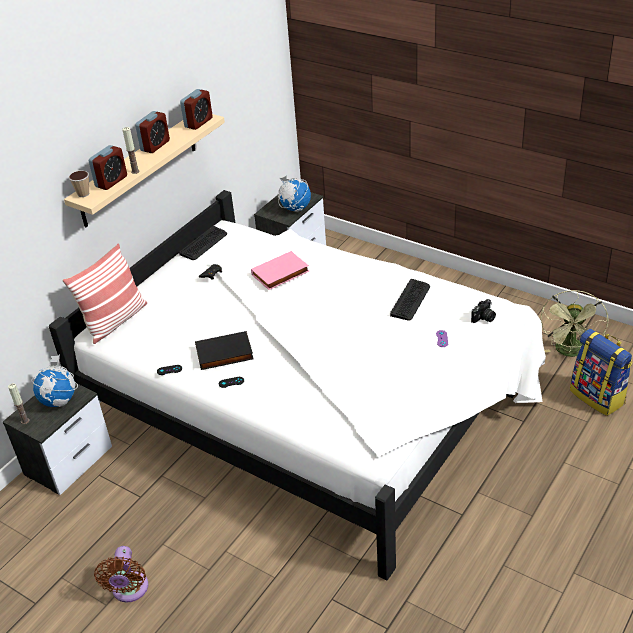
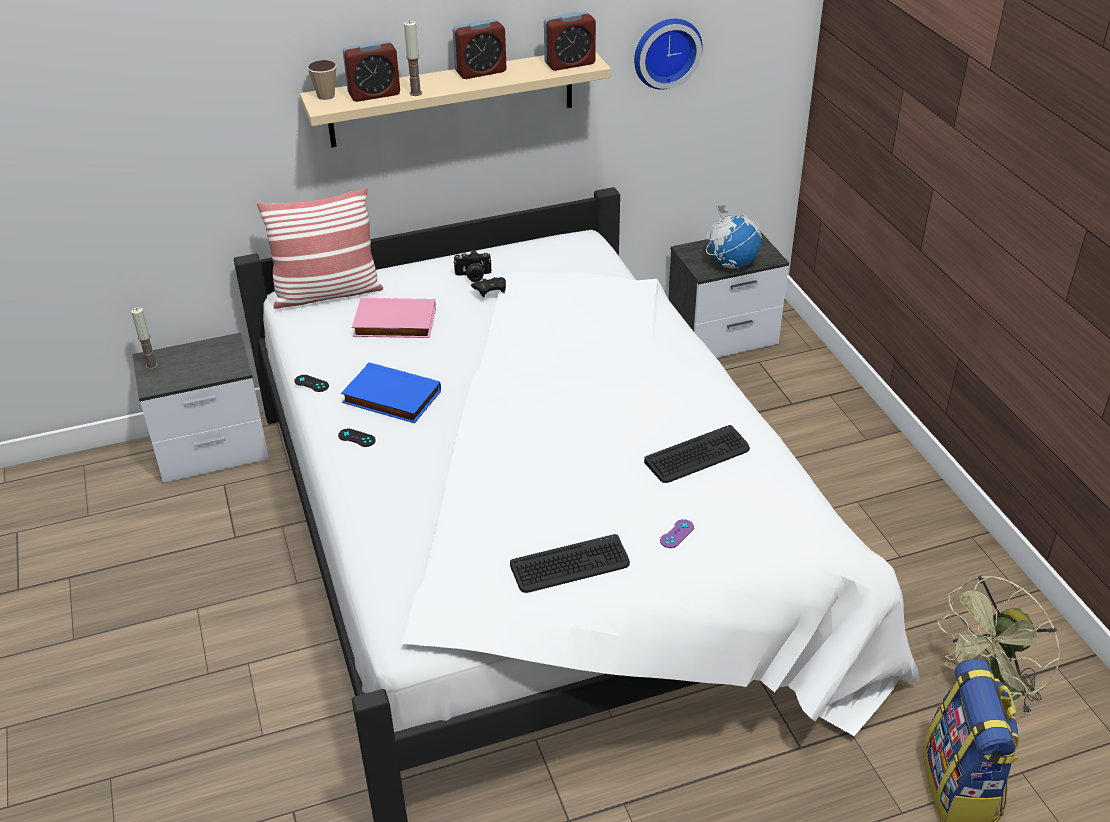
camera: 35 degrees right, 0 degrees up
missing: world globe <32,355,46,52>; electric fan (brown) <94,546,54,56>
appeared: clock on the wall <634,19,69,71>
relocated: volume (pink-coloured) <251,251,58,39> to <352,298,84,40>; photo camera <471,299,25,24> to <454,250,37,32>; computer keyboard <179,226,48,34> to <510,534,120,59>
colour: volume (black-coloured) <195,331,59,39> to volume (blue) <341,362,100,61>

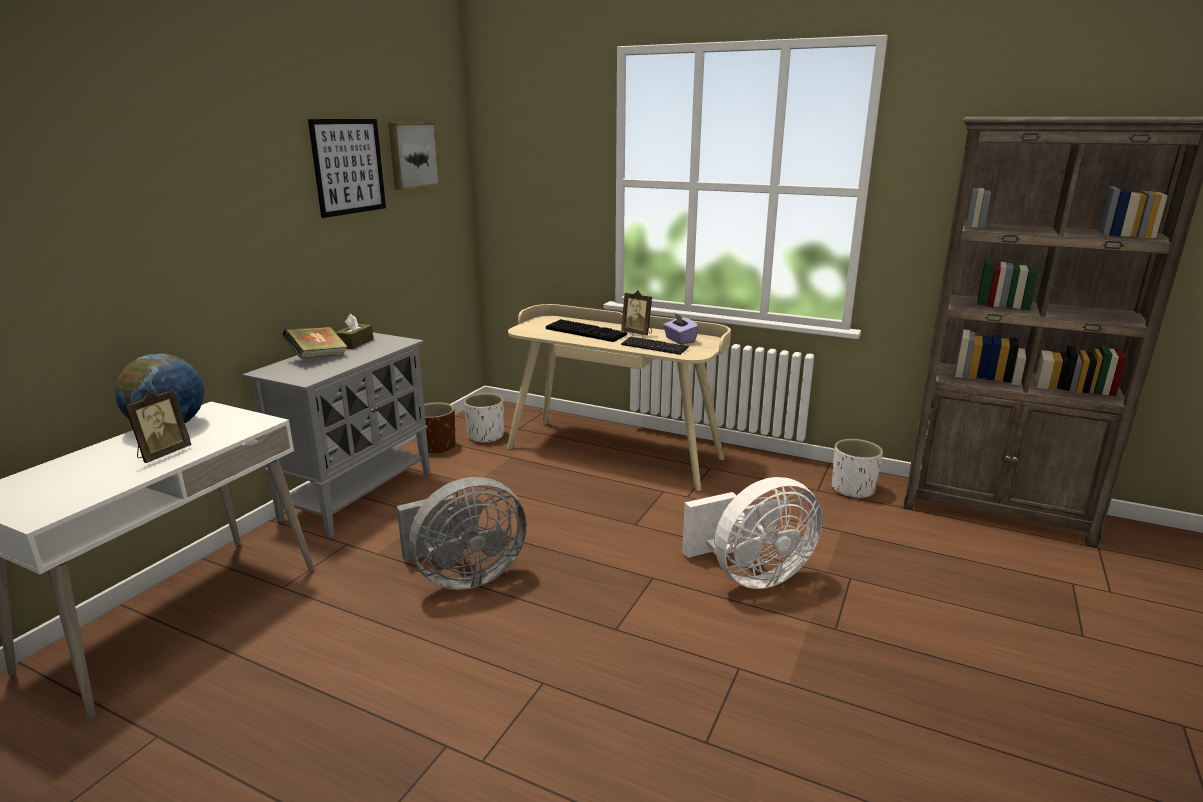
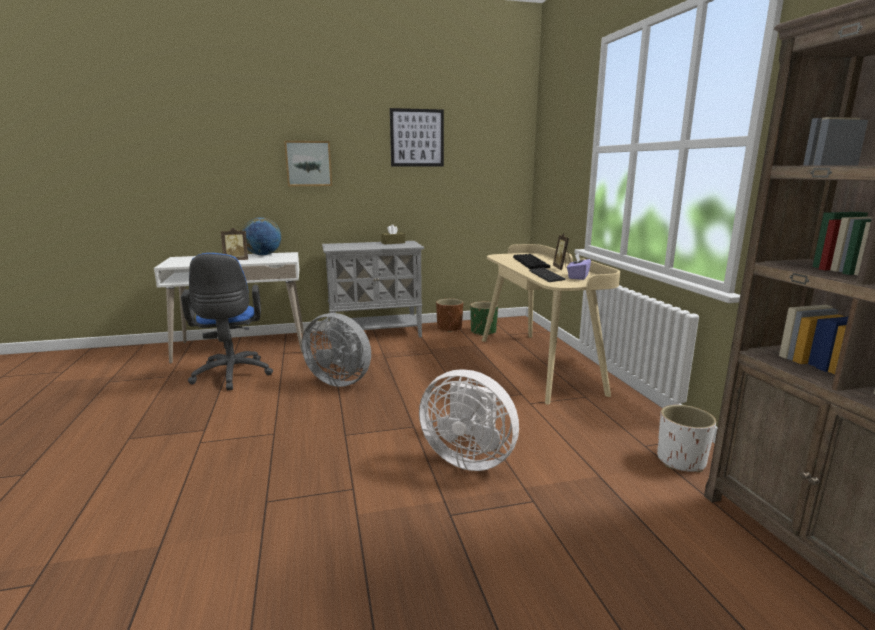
camera: 50 degrees right, 5 degrees down
missing: volume <283,327,65,31>
appeared: desk chair (blue) <181,253,92,137>
relocated: picture <388,122,52,68> to <284,141,48,45>
colour: plant pot (whitish) <464,393,40,50> to plant pot (green-coloured) <470,302,28,34>

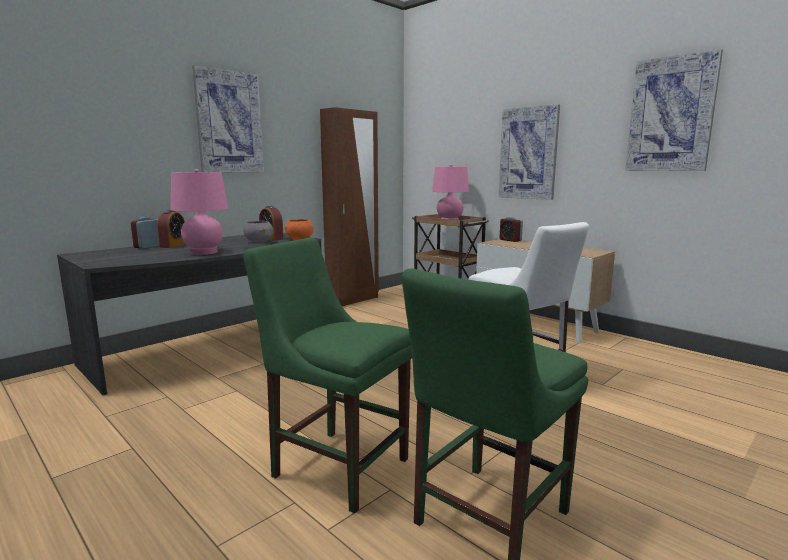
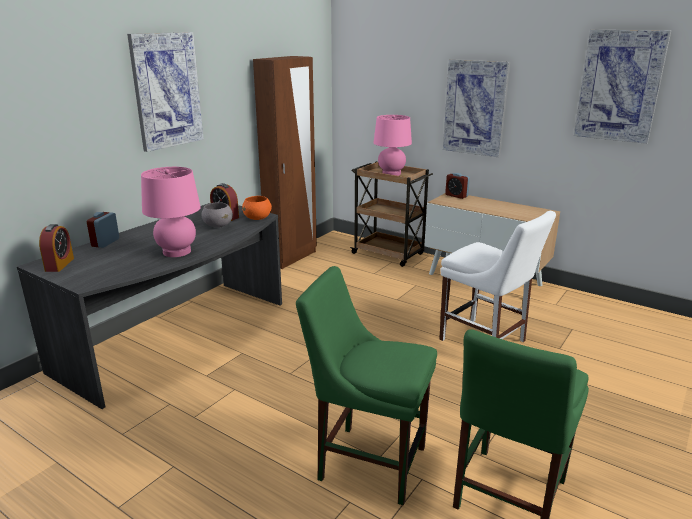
camera: 10 degrees left, 10 degrees up
relocated: bedside clock <157,210,28,38> to <39,224,35,48>

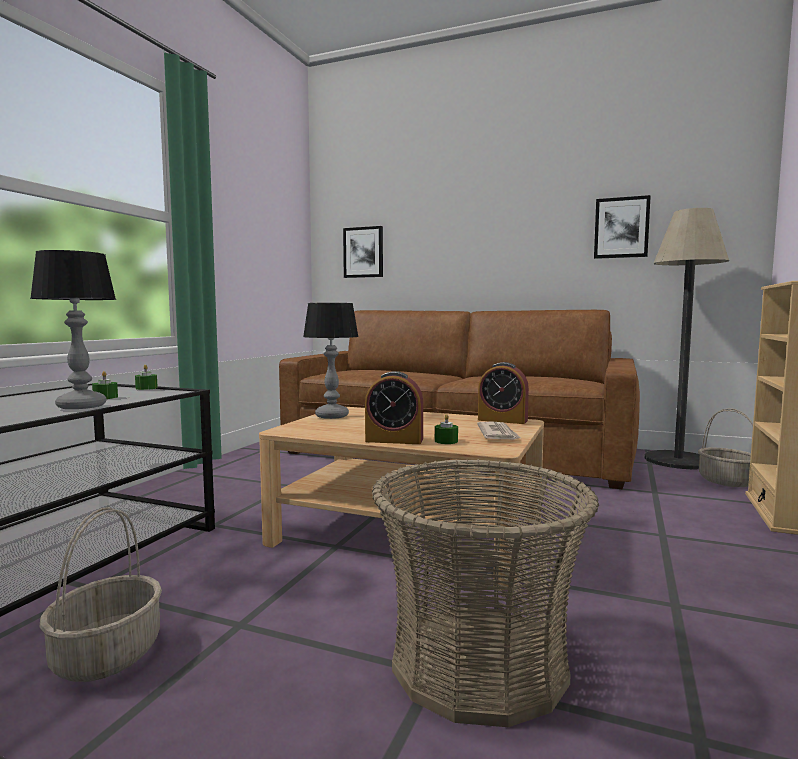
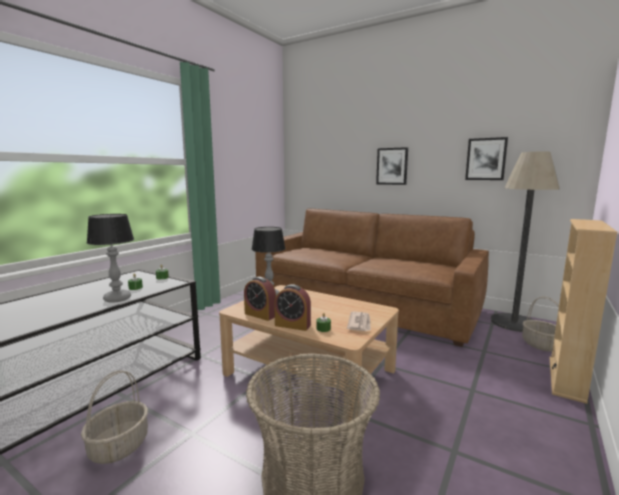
camera: 10 degrees right, 5 degrees up
relocated: bedside clock <478,362,51,62> to <244,277,32,44>; picture <343,226,40,52> to <376,147,32,38>

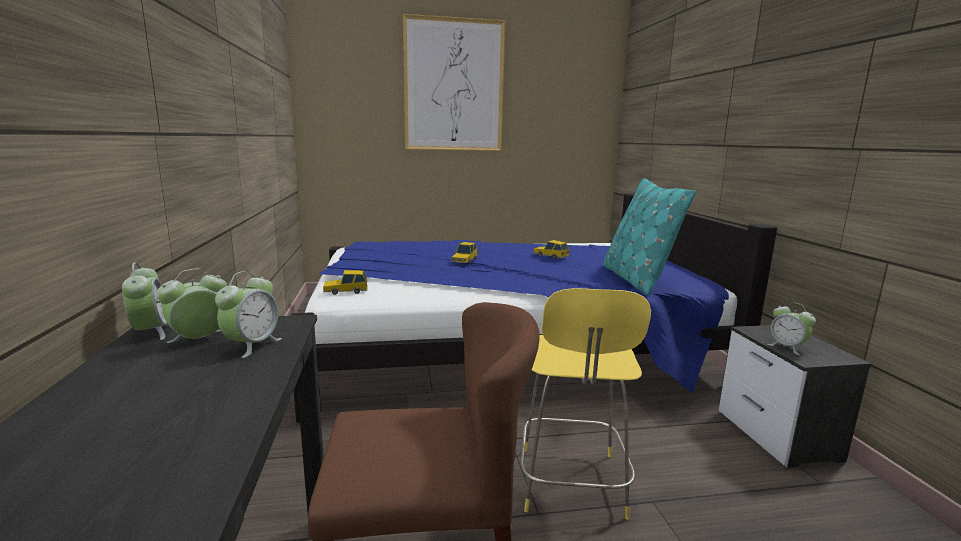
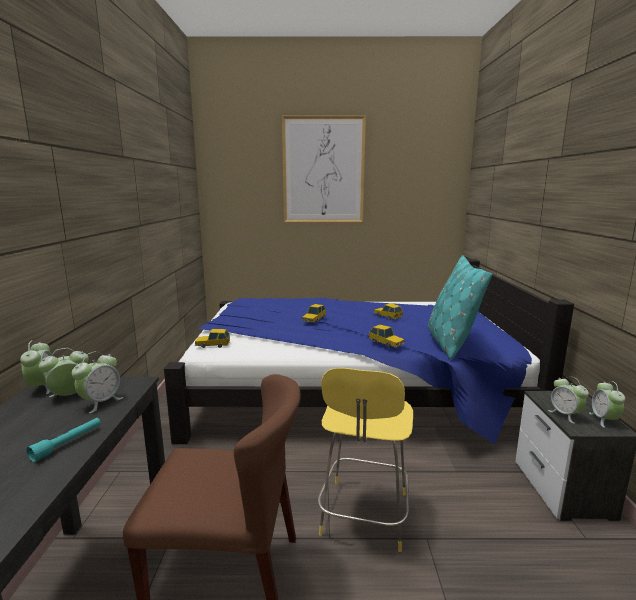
camera: 10 degrees right, 0 degrees up
appeared: flashlight (turquoise-coloured) <26,418,75,44>; miniature car <369,325,36,22>; bedside clock <589,381,36,47>

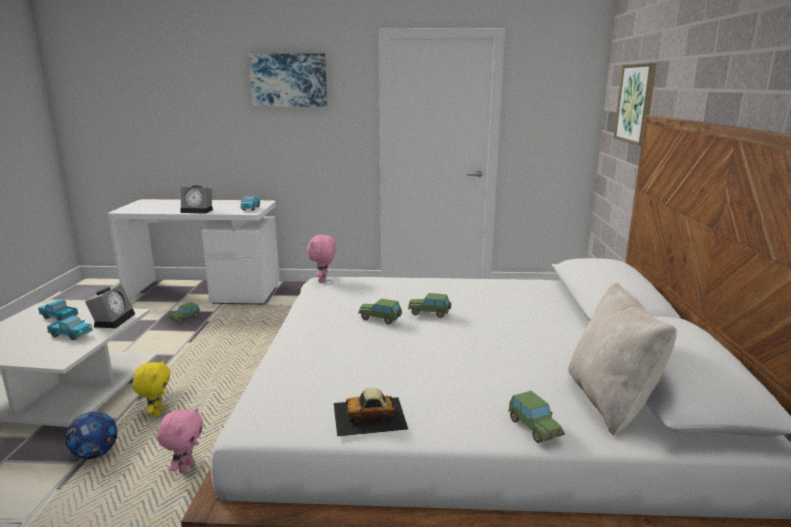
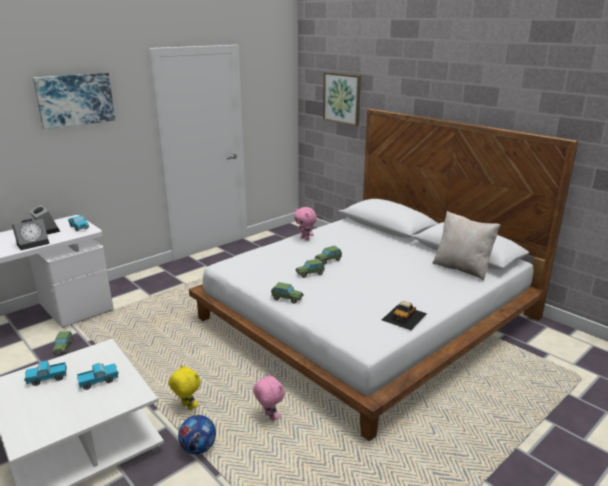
camera: 45 degrees left, 5 degrees up
relocated: bedside clock <85,284,50,44> to <30,205,30,30>; miniature car <508,391,57,52> to <271,282,33,22>; soft toy (pink-coloured) <307,234,30,49> to <294,207,23,33>

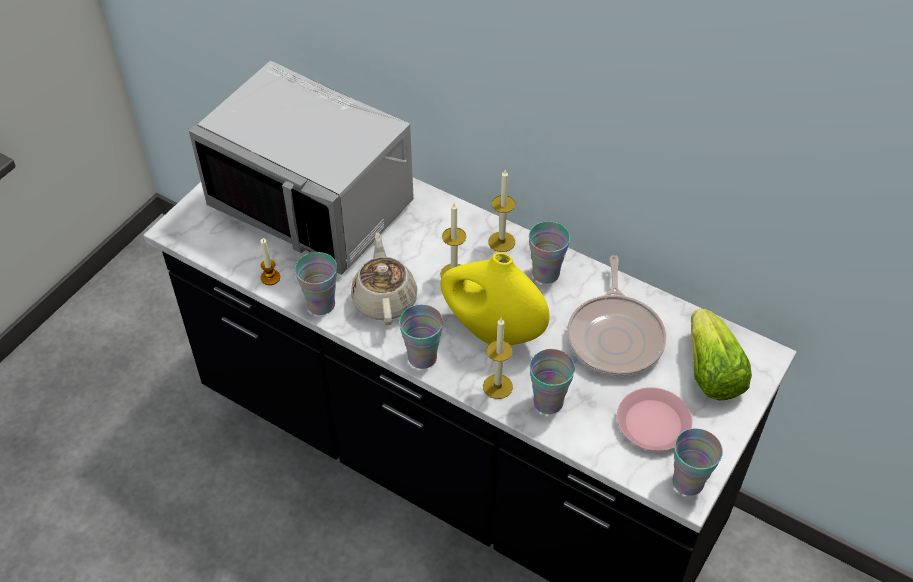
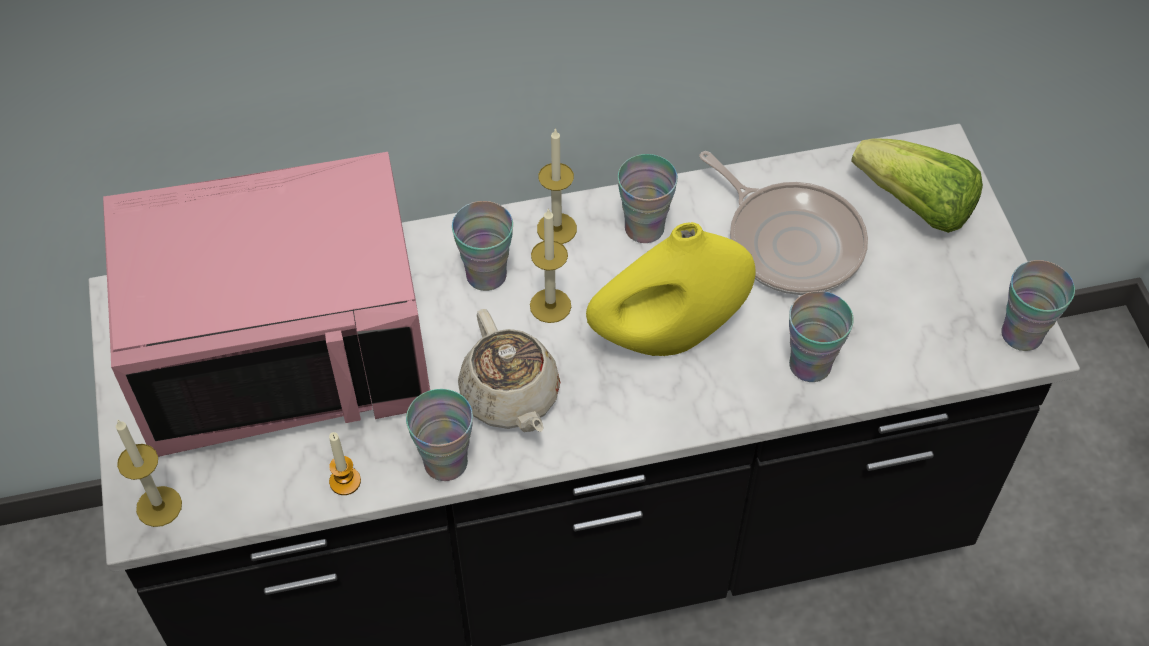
camera: 45 degrees left, 5 degrees up
missing: flat dish (pink-coloured) <617,387,75,64>
relocated: candle <483,317,30,82> to <116,420,66,107>; drinking cup <399,304,44,65> to <452,201,61,90>
colour: kitchen microwave (greyish) <189,60,225,215> to kitchen microwave (pink-coloured) <103,152,327,305>
spun: tea pot (sand-coloured) <351,232,66,93> = <458,309,102,123> 150 degrees counterclockwise

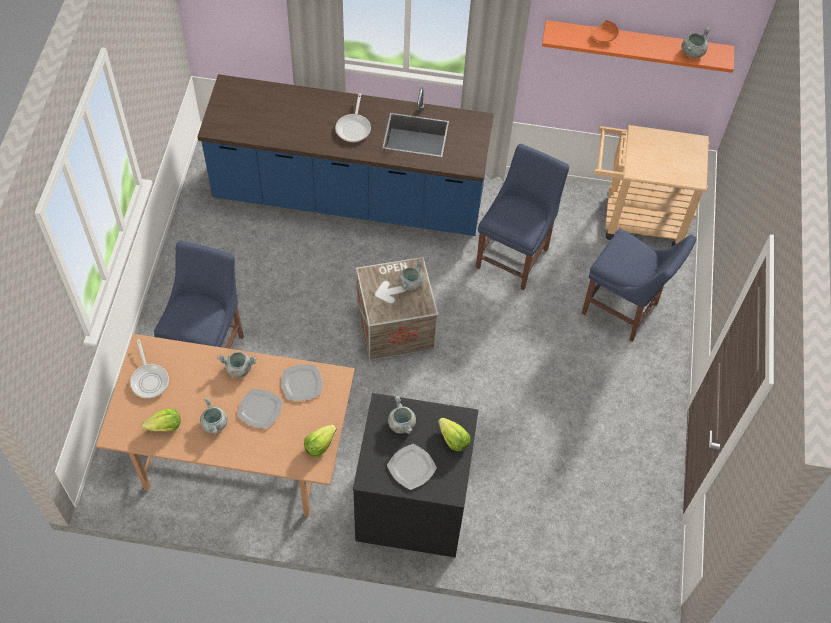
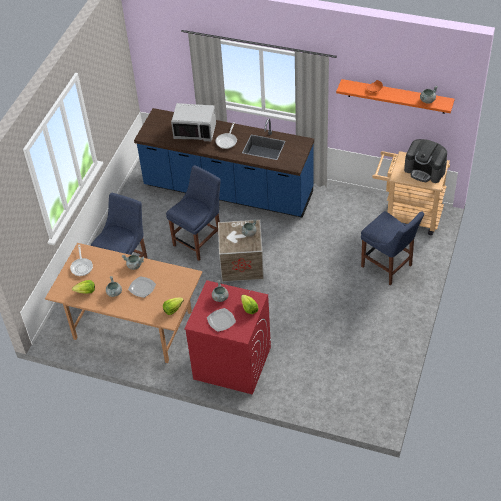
camera: 15 degrees right, 10 degrees down
missing: flat dish <281,364,41,37>
appeared: kitchen microwave (greyish) <171,103,45,38>; coffee maker <404,139,43,44>
relocated: chair (blue) <476,144,93,146> to <166,165,55,96>
colour: washing machine (black-coloured) <353,393,126,165> to washing machine (red) <184,280,87,115>

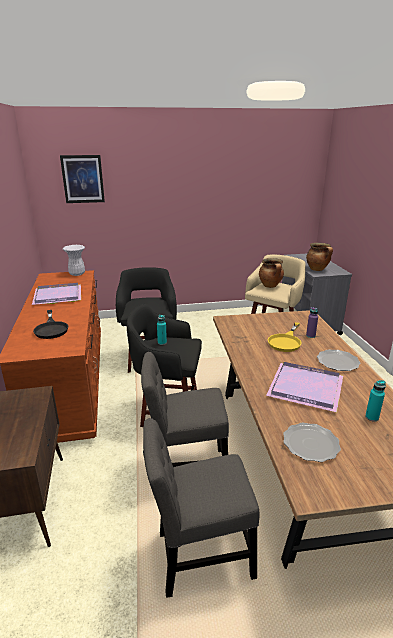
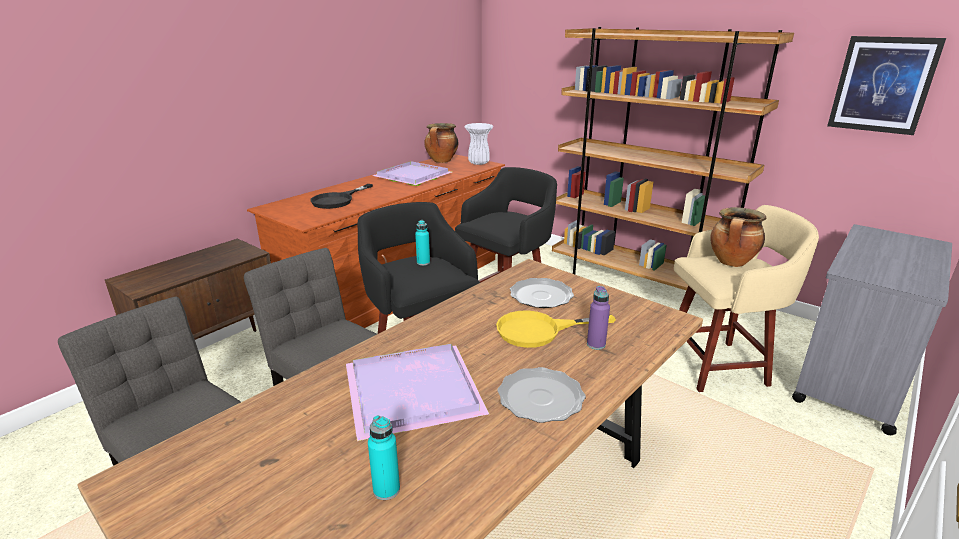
camera: 50 degrees right, 0 degrees up
appeared: bookcase (brown) <552,27,242,263>
relocated: stockpot <306,243,27,28> to <424,123,34,40>; flat dish <283,423,58,39> to <510,278,64,30>; picture <60,155,45,48> to <827,36,119,99>

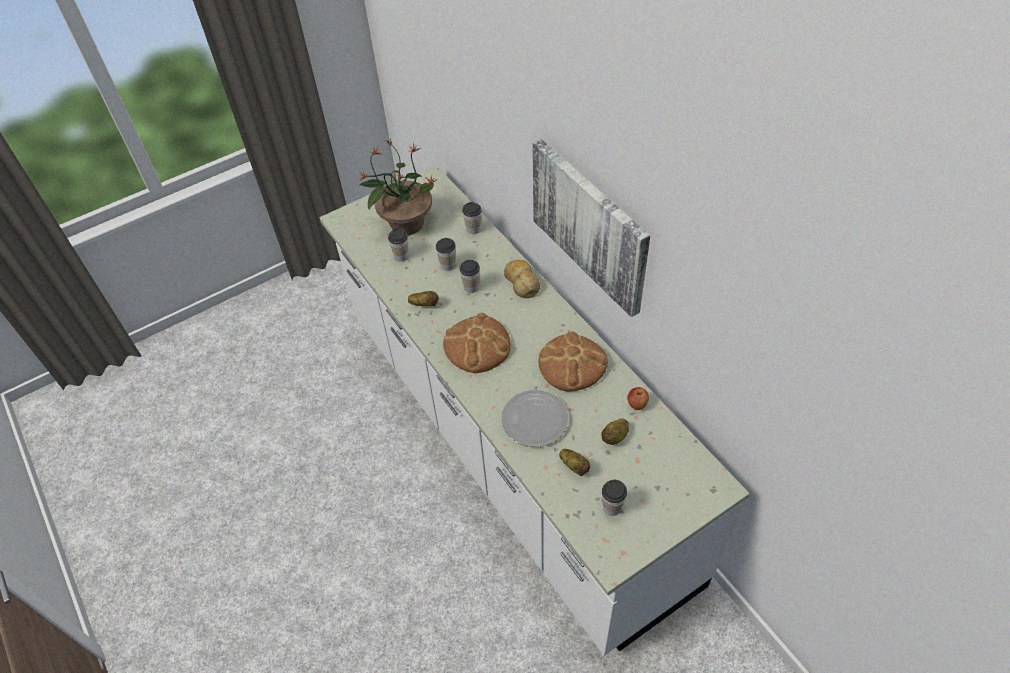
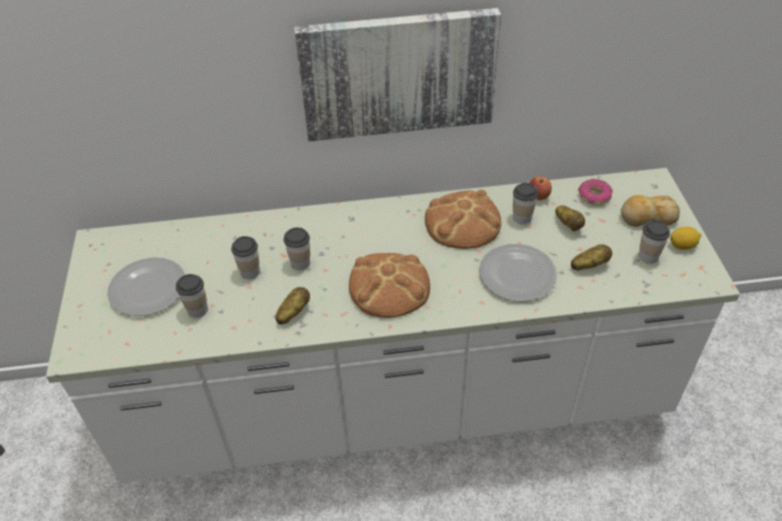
camera: 65 degrees left, 5 degrees down
appeared: donut <578,179,35,26>; whole lemon <670,227,32,23>
relocated: drinking cup <462,202,20,32> to <513,183,25,41>; baked bread <504,260,36,38> to <621,195,59,32>
exchanged: houseplant <359,139,78,96> to flat dish <107,257,78,59>

